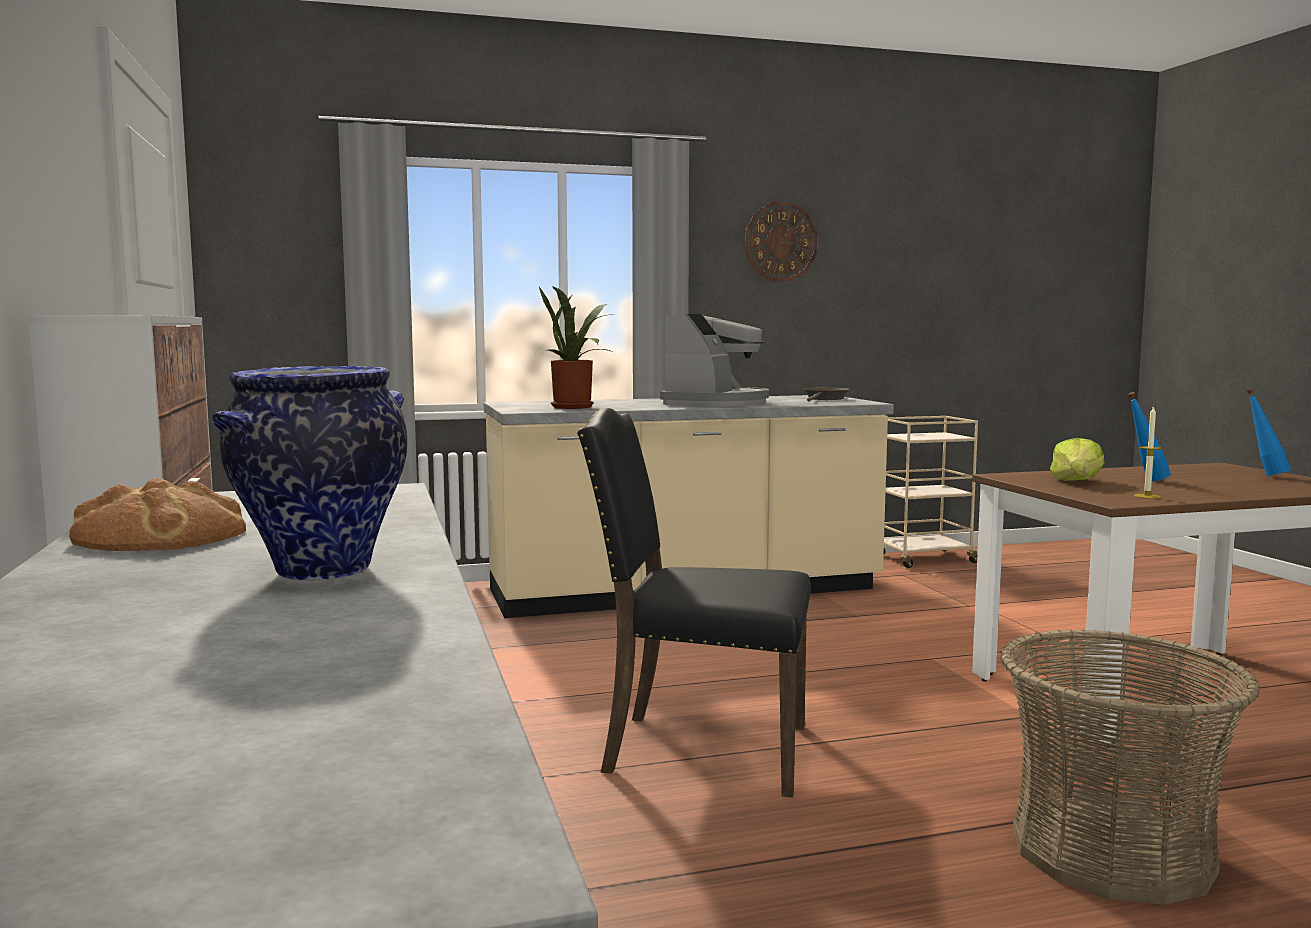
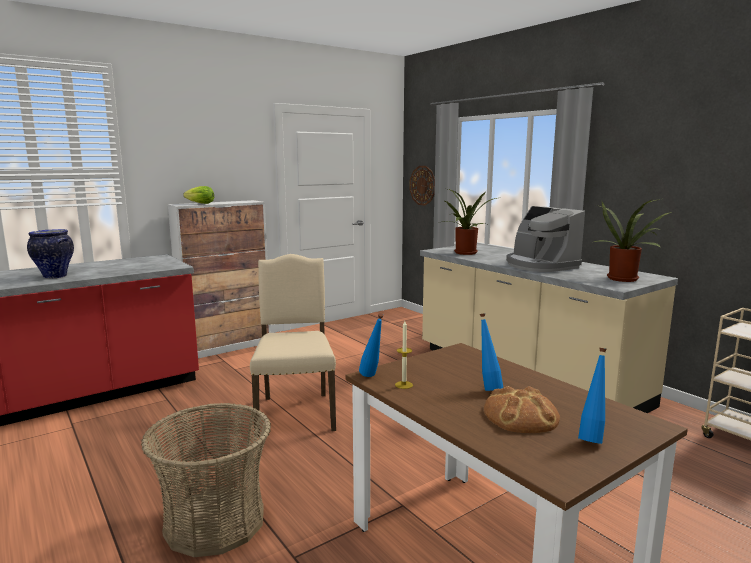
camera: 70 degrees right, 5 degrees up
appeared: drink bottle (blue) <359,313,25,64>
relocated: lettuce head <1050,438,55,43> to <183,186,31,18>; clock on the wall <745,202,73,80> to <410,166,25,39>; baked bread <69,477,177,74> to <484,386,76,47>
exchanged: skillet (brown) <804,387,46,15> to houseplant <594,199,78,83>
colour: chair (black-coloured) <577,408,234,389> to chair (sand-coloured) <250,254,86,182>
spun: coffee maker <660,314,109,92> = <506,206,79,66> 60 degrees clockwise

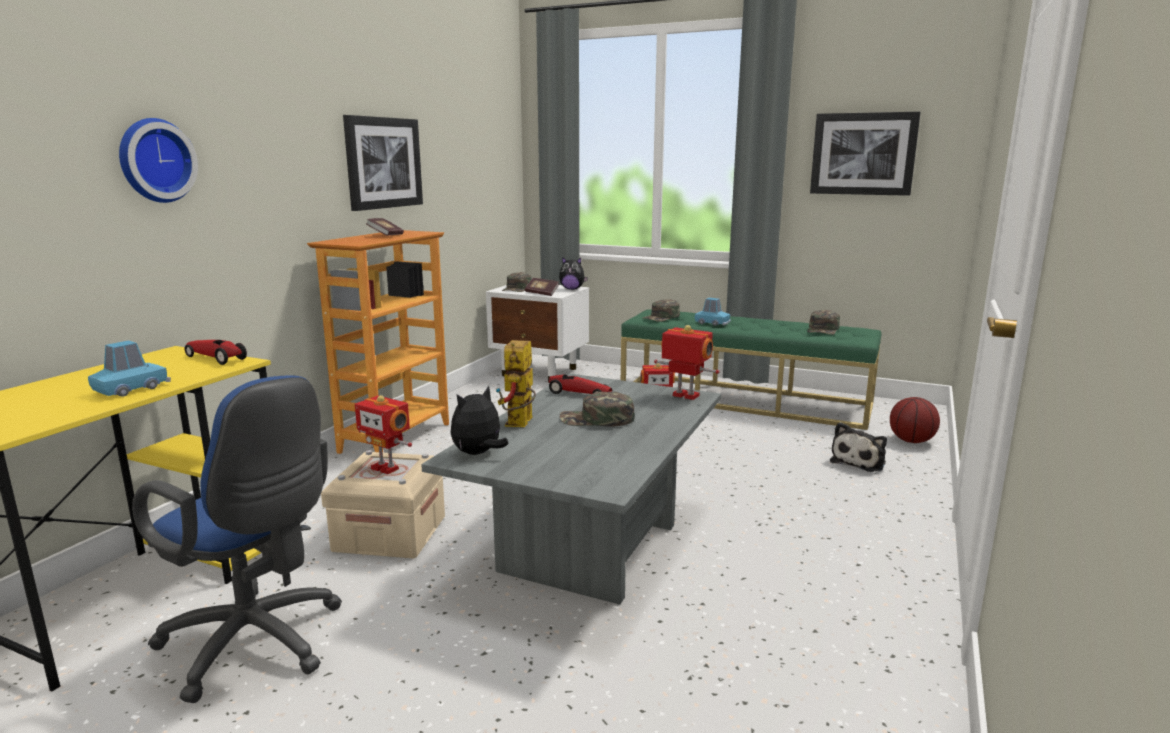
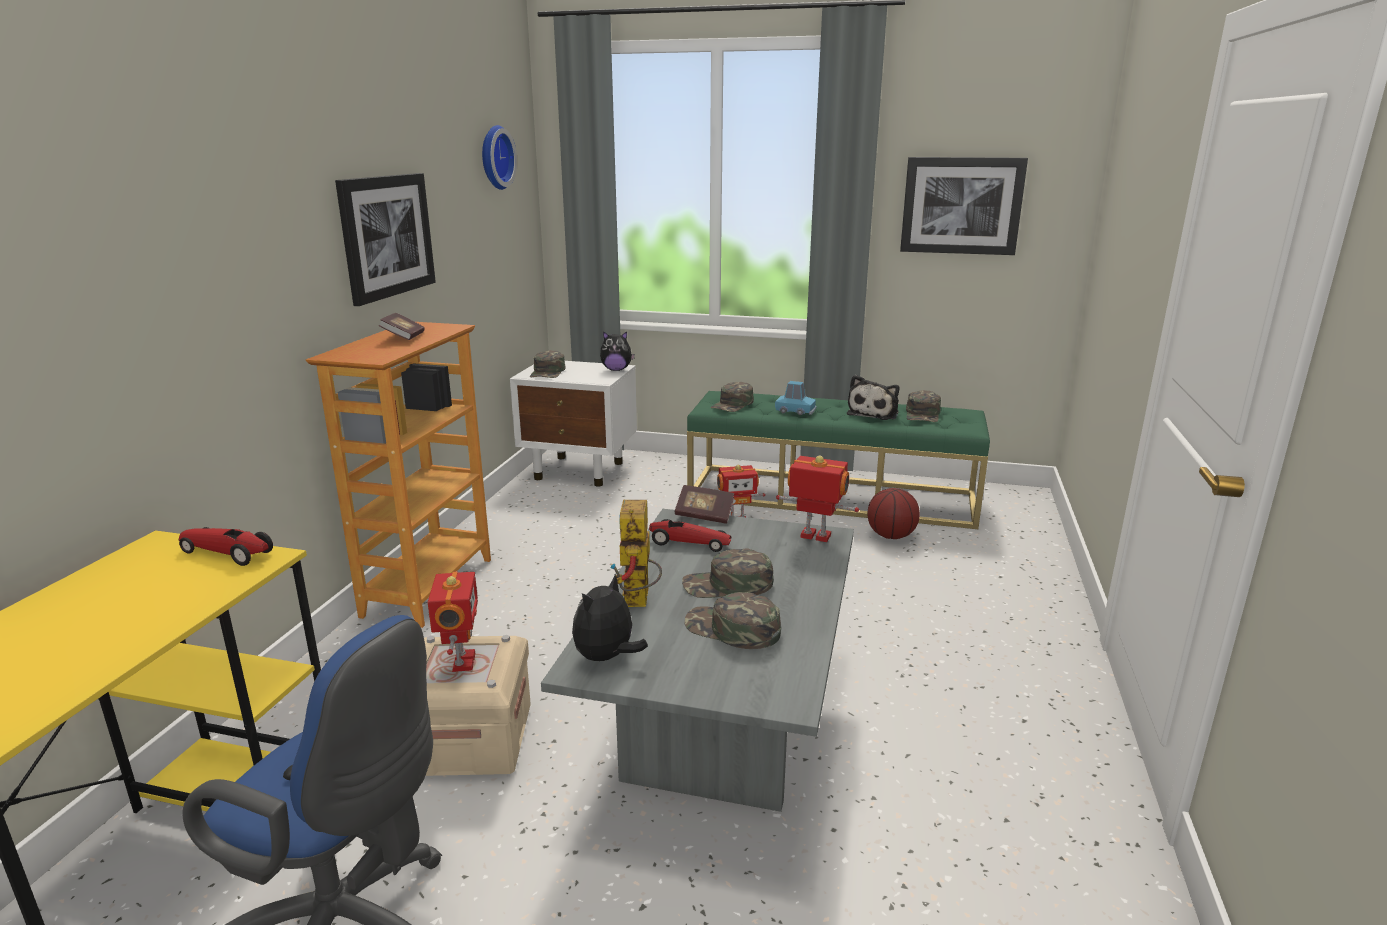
camera: 10 degrees left, 5 degrees up
missing: miniature car (blue) <88,340,83,57>
appeared: baseball cap (green-coloured) <685,592,96,57>
relocated: clock on the wall <119,118,79,85> to <482,125,35,65>; volume <525,278,34,18> to <675,485,60,39>; soft toy <830,422,57,50> to <847,375,52,45>; basketball ball <890,397,50,46> to <867,488,53,51>
spun: model robot <355,395,57,79> = <428,571,50,101> 120 degrees counterclockwise

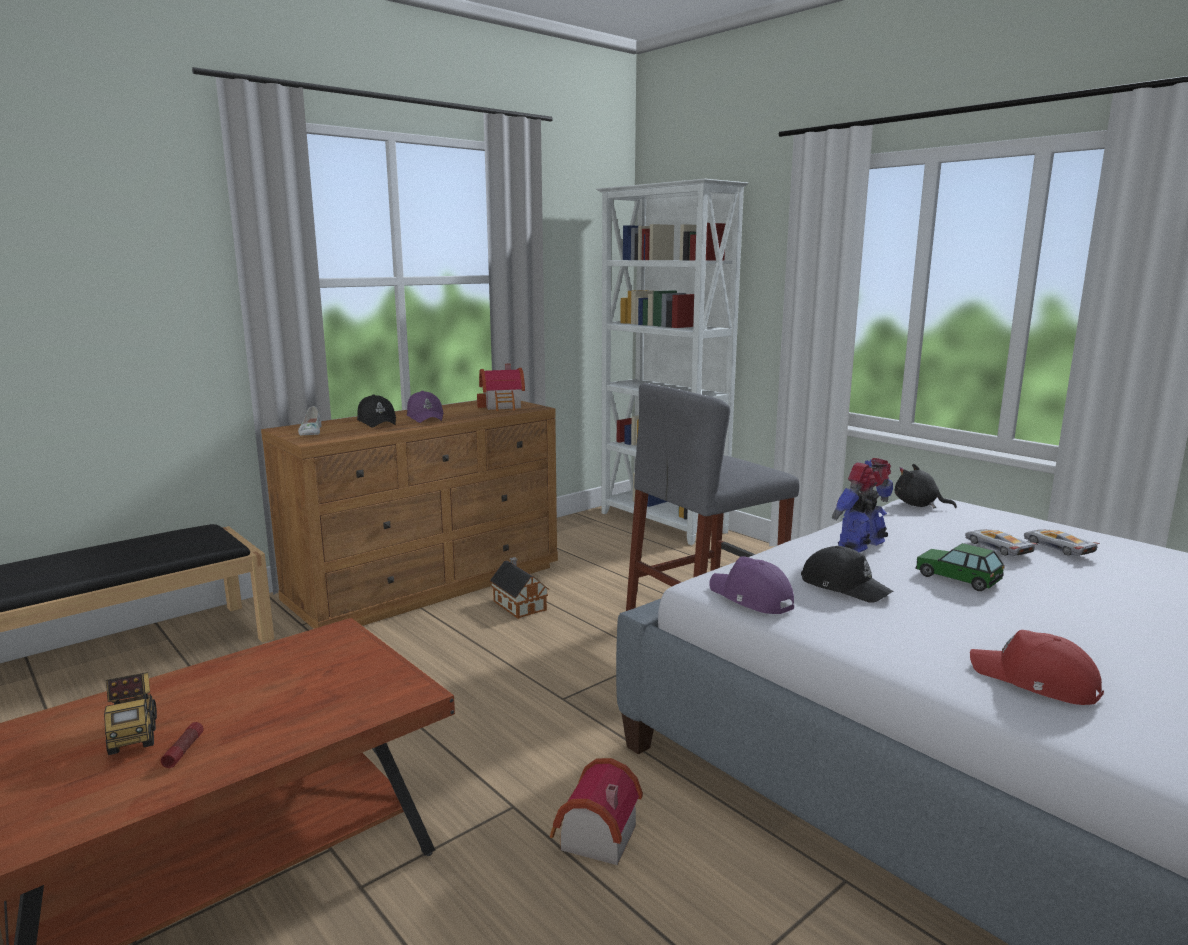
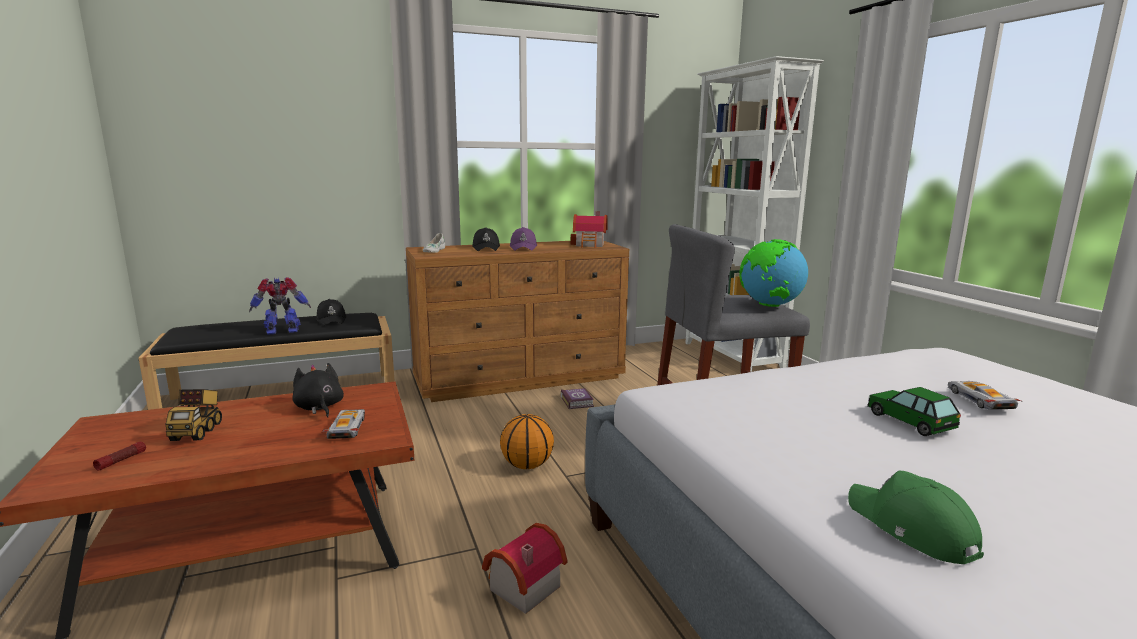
camera: 20 degrees right, 0 degrees up
missing: baseball cap (purple-coloured) <709,557,85,57>
appeared: basketball ball <500,414,54,55>; world globe <739,239,69,68>
relocated: flashlight <161,722,43,46> to <93,442,53,29>; model robot <832,458,61,95> to <249,277,62,58>; soft toy (black-coloured) <895,464,62,44> to <292,363,52,54>; baseball cap (black-coloured) <801,546,93,57> to <316,299,30,27>; miniature car <1024,529,76,27> to <322,409,43,30>
exchanged: toy house <490,557,58,62> to volume <560,388,34,21>
colour: baseball cap (red) <970,630,134,75> to baseball cap (green-coloured) <848,471,136,93>

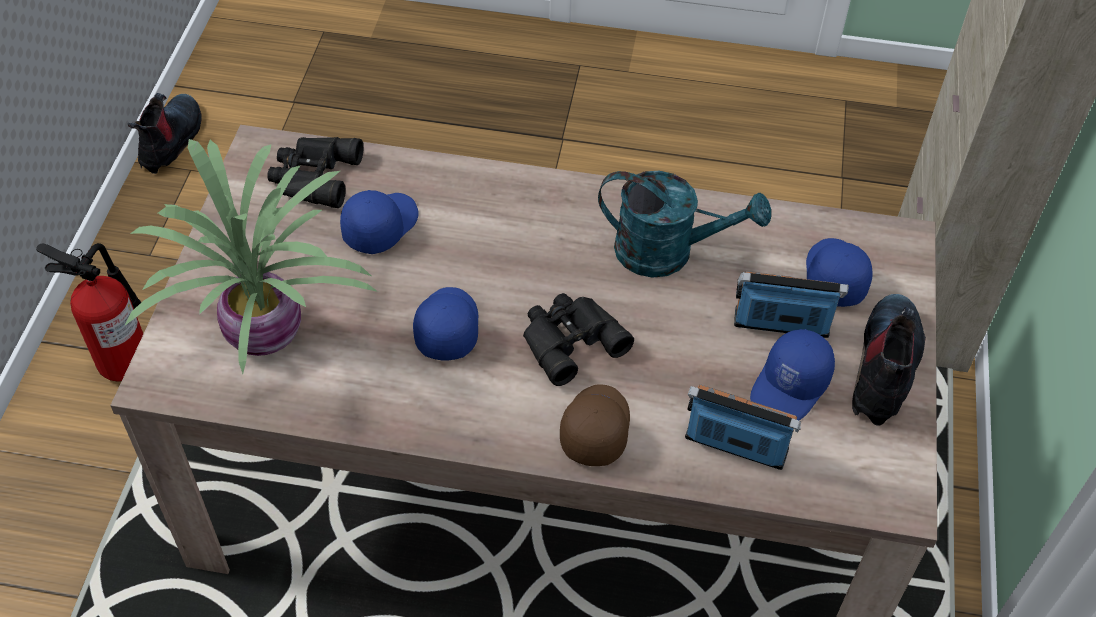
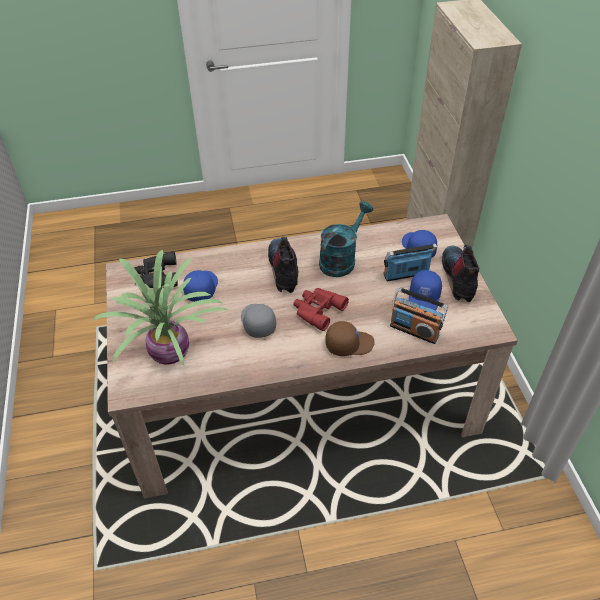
camera: 20 degrees left, 5 degrees down
missing: fire extinguisher <36,243,107,139>
relocated: boot <127,93,75,81> to <268,237,30,56>
colour: baseball cap (blue) <413,287,65,74> to baseball cap (greyish) <241,304,35,34>; pair of binoculars (black-coloured) <523,293,111,93> to pair of binoculars (red) <293,288,56,43>
spun: watering pot (turquoise-coloured) <598,171,173,107> = <319,201,54,76> 45 degrees counterclockwise; baseball cap (brown) <560,384,70,82> = <325,321,50,35> 90 degrees clockwise; radio receiver <685,384,116,86> = <390,287,58,57> 150 degrees counterclockwise

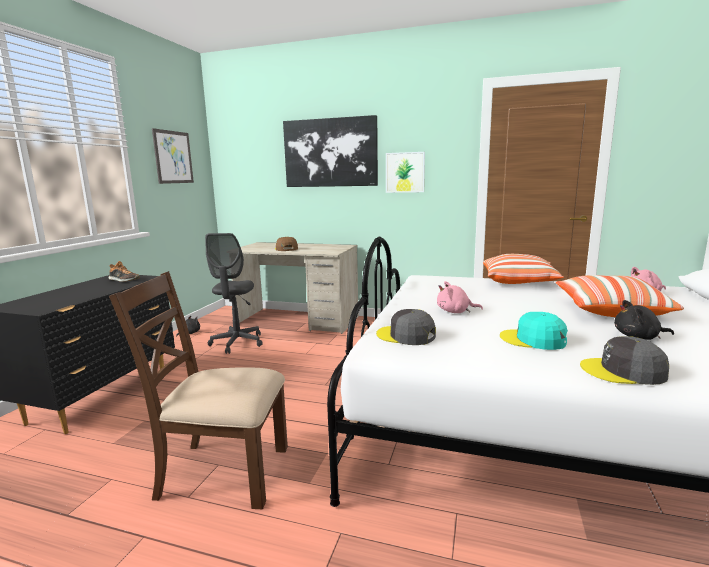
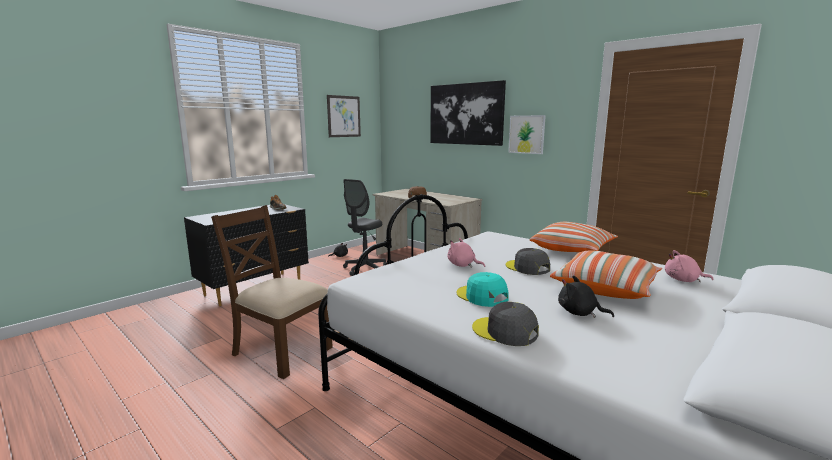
camera: 25 degrees right, 0 degrees up
relocated: baseball cap (greyish) <376,309,60,36> to <506,248,44,27>

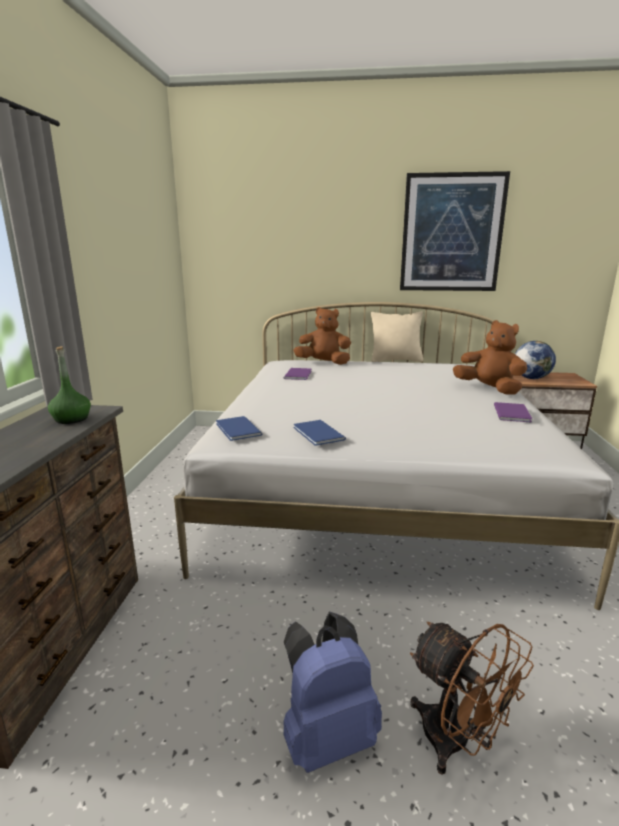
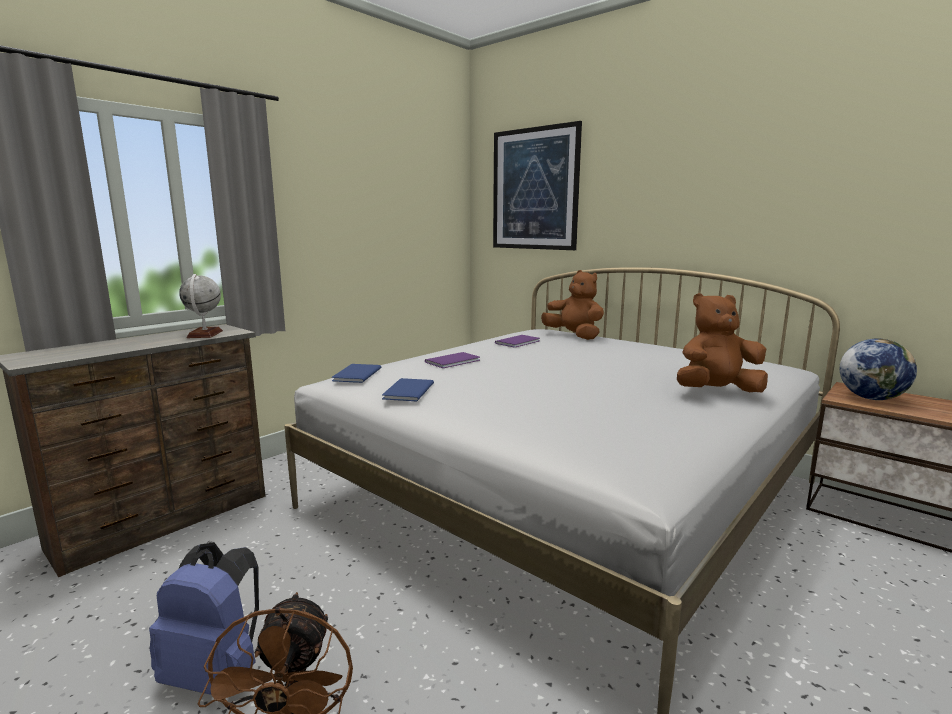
camera: 35 degrees right, 5 degrees down
missing: cushion (sand-coloured) <371,312,52,50>
relocated: volume (purple-coloured) <494,402,38,20> to <425,352,55,16>; picture <400,171,110,120> to <493,121,89,129>
exchanged: drink bottle (green-coloured) <48,346,43,78> to world globe <179,274,44,64>
spun: soft toy (brown) <453,320,74,75> = <677,293,91,99> 90 degrees counterclockwise

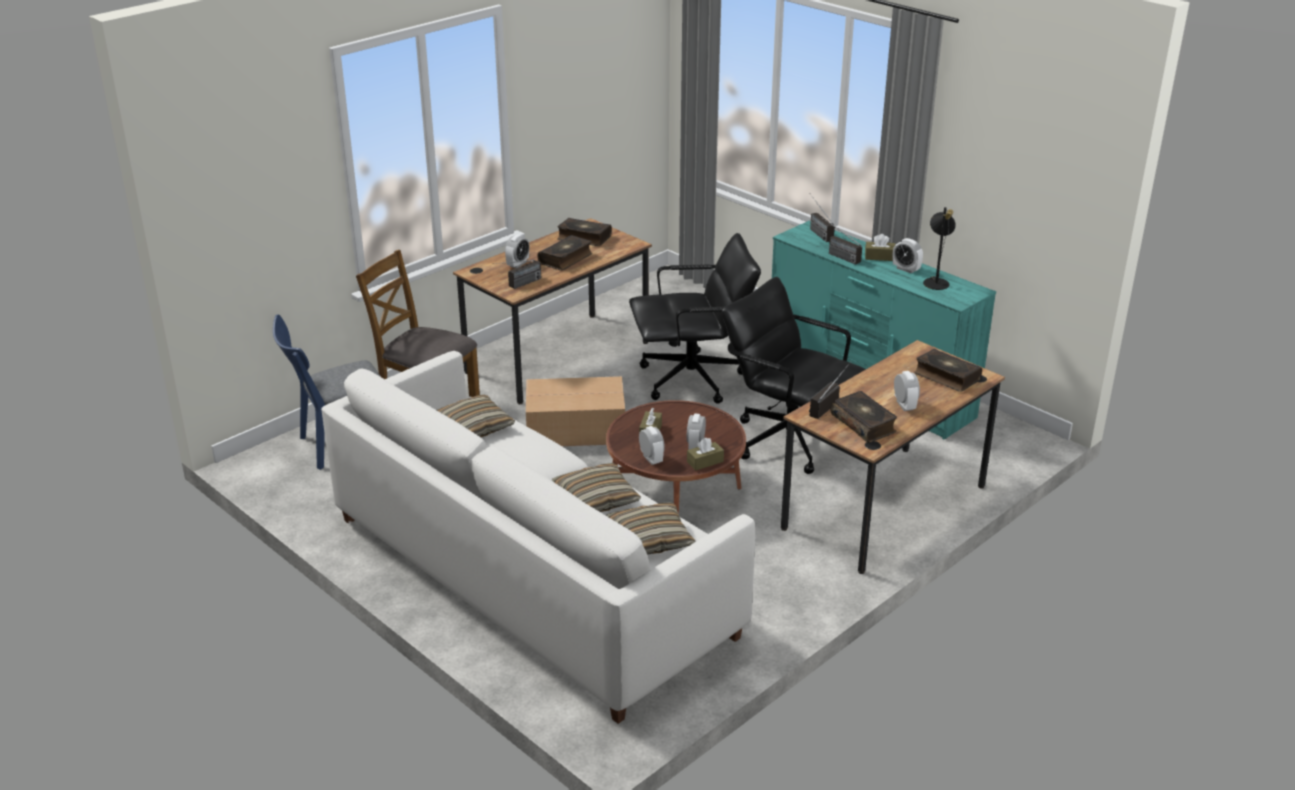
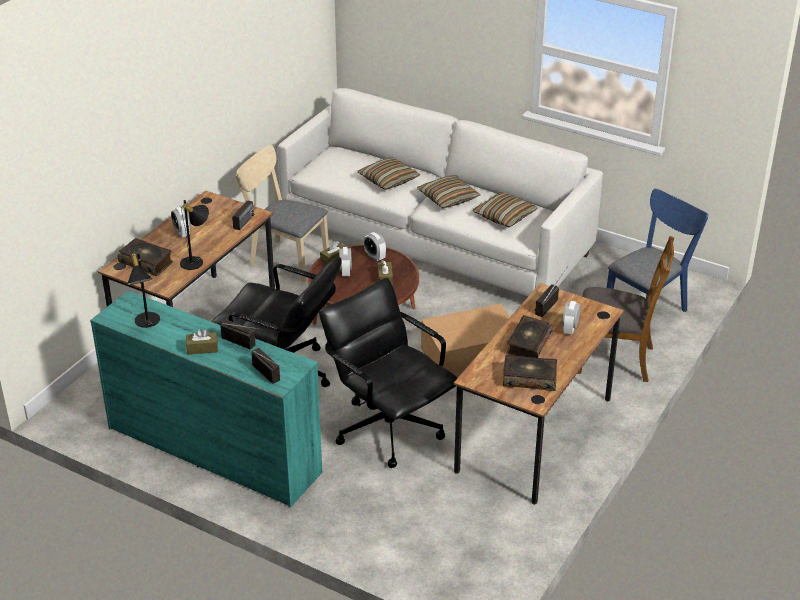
camera: 165 degrees right, 5 degrees up
missing: volume <831,391,66,52>; bedside clock <893,238,30,35>
appeared: table lamp (black-coloured) <180,200,29,70>; chair (sand-coloured) <236,144,93,138>
relocated: cushion <607,502,88,52> to <417,175,63,33>
spun: desk chair (black-coloured) <629,233,132,171> = <319,278,138,190> 75 degrees clockwise

